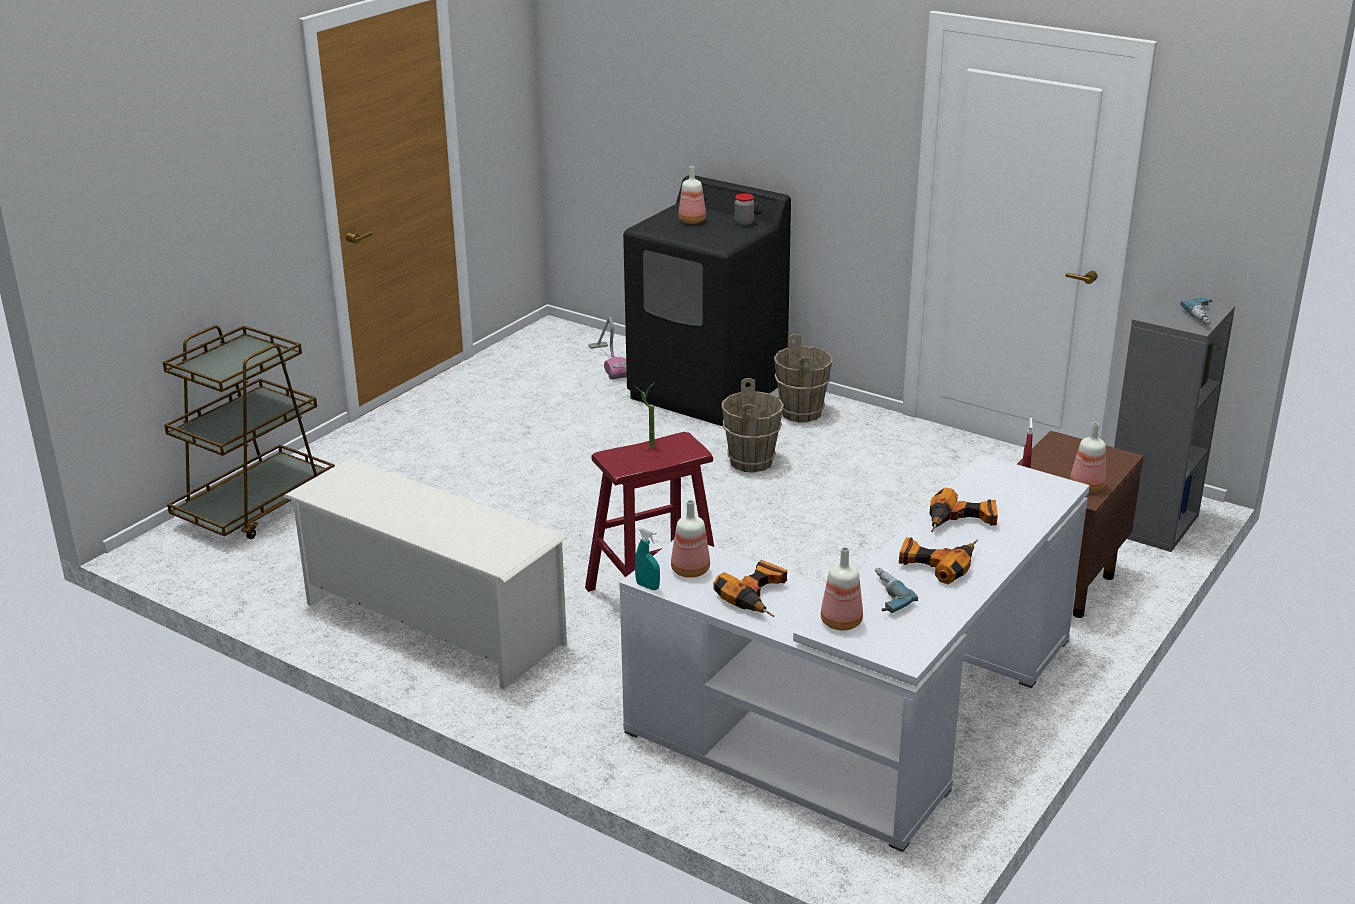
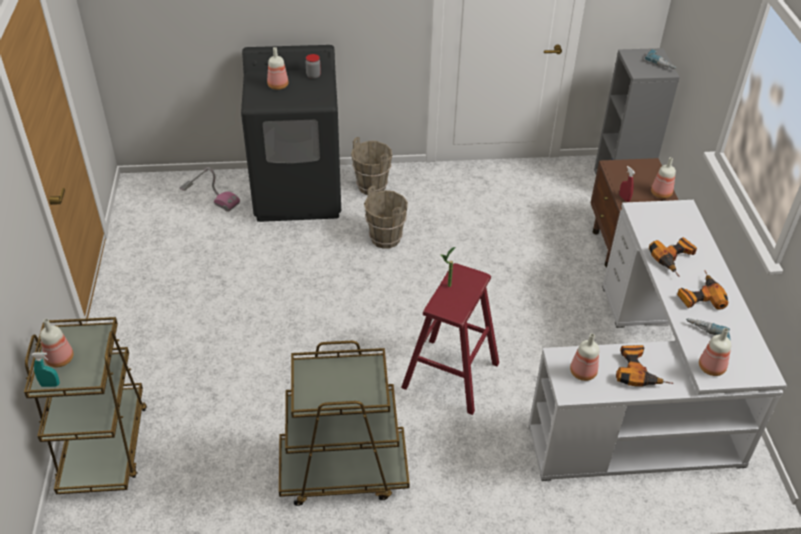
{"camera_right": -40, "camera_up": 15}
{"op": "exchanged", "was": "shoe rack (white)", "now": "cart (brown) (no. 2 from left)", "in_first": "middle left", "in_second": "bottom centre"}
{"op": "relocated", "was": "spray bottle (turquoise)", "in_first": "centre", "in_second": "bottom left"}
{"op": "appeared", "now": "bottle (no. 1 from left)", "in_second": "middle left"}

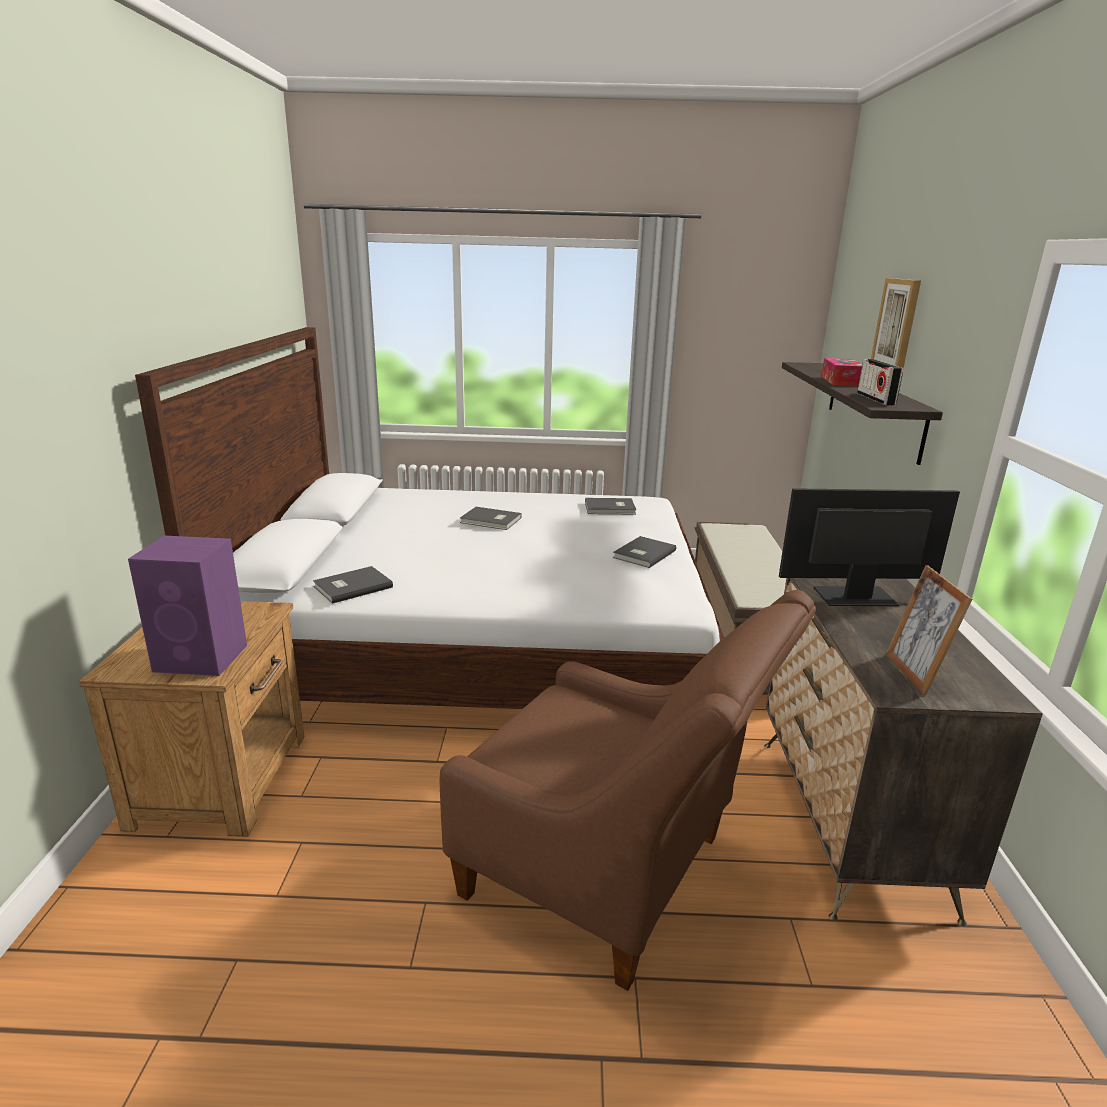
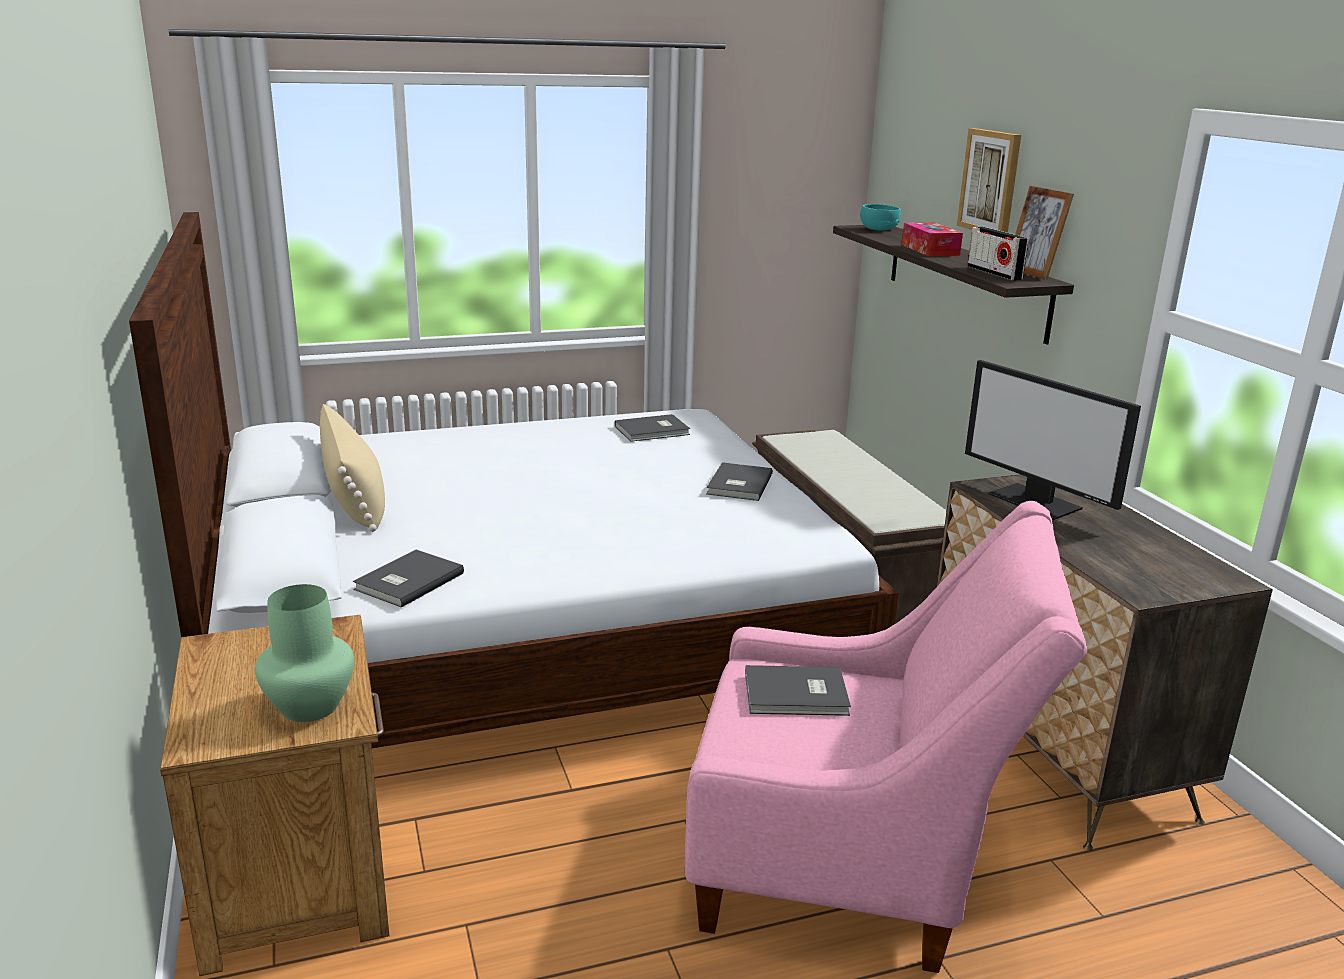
{"camera_right": -20, "camera_up": 0}
{"op": "exchanged", "was": "speaker (purple)", "now": "vase (green)", "in_first": "middle left", "in_second": "bottom left"}
{"op": "colour", "was": "armchair (brown)", "now": "armchair (pink)", "in_first": "bottom centre", "in_second": "bottom centre"}
{"op": "relocated", "was": "book (grey) (no. 2 from left in the first image)", "now": "book (grey) (no. 4 from left)", "in_first": "centre", "in_second": "bottom centre"}
{"op": "spun", "was": "monitor", "in_first": "middle right", "in_second": "middle right", "clockwise": -105}
{"op": "relocated", "was": "picture frame", "in_first": "middle right", "in_second": "top right"}
{"op": "appeared", "now": "pillow (beige)", "in_second": "middle left"}
{"op": "appeared", "now": "bowl (turquoise)", "in_second": "top centre"}

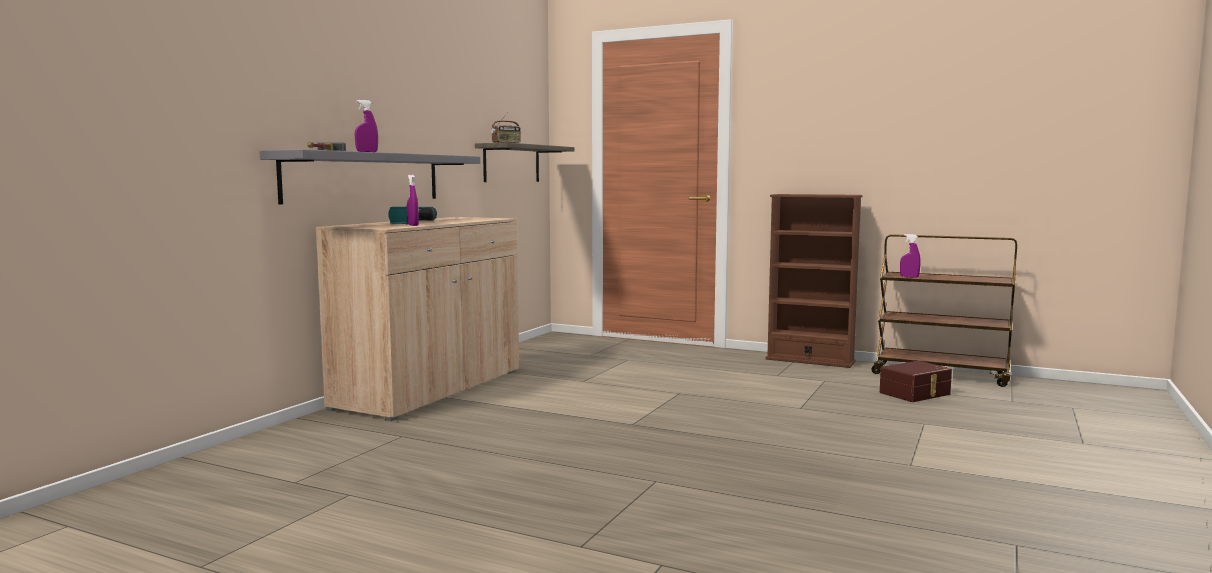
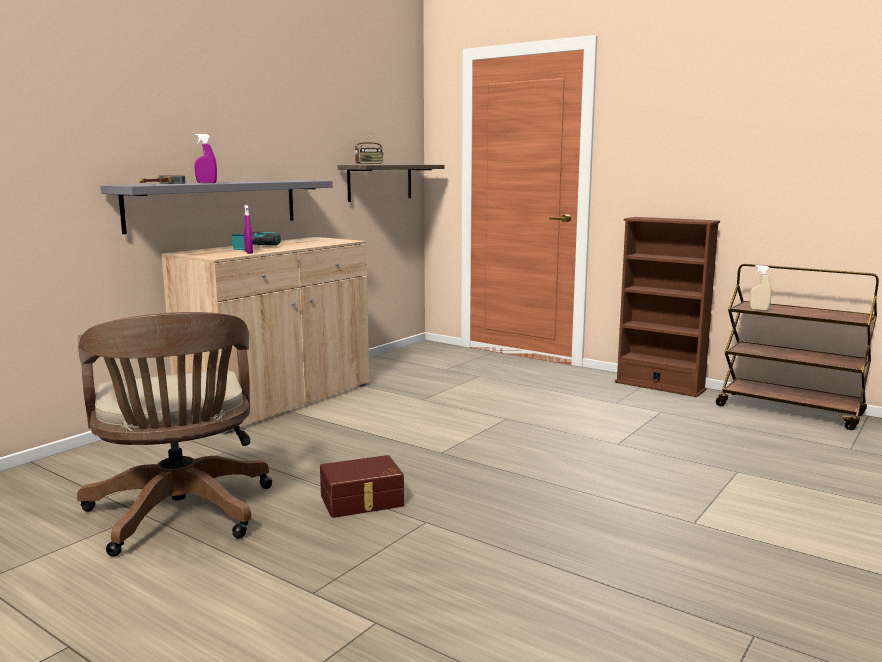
{"camera_right": 10, "camera_up": 5}
{"op": "relocated", "was": "storage box (brown)", "in_first": "middle right", "in_second": "bottom centre"}
{"op": "colour", "was": "spray bottle (purple) (no. 3 from left)", "now": "spray bottle (beige)", "in_first": "middle right", "in_second": "middle right"}
{"op": "appeared", "now": "office chair (brown)", "in_second": "middle left"}

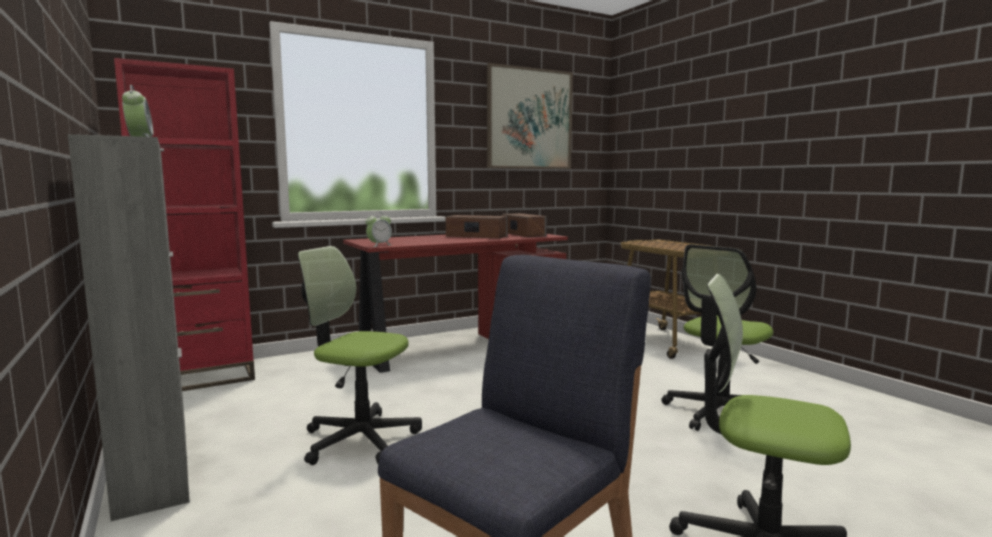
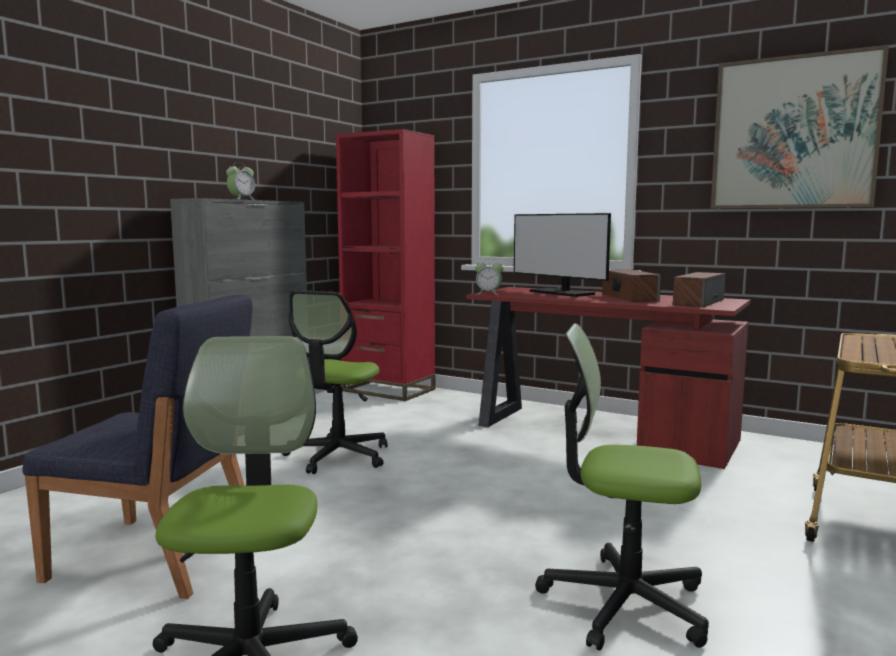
{"camera_right": 60, "camera_up": 0}
{"op": "spun", "was": "office chair (no. 1 from left in the first image)", "in_first": "centre", "in_second": "centre", "clockwise": -150}
{"op": "appeared", "now": "monitor", "in_second": "centre"}

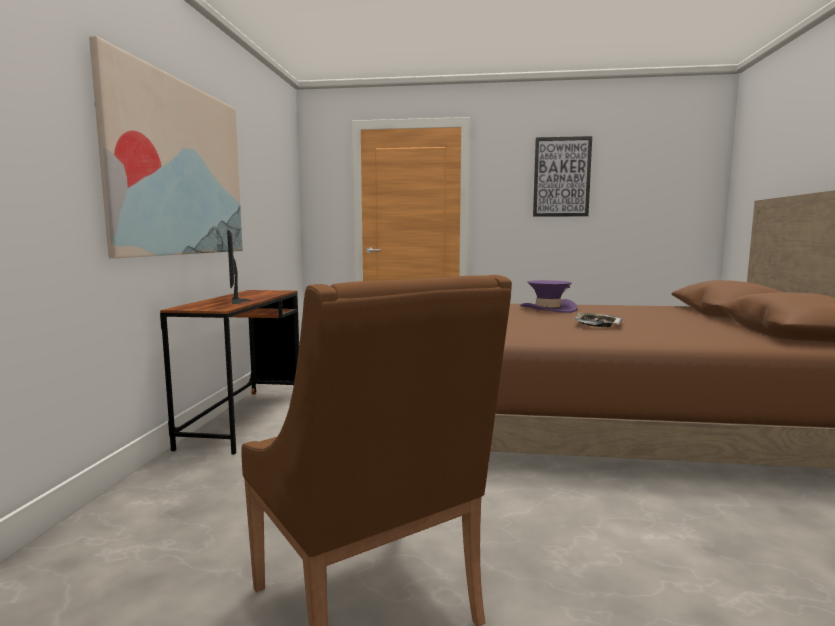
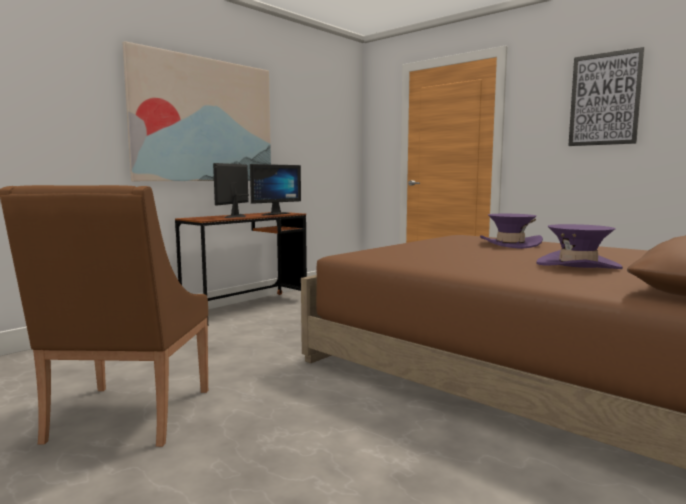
{"camera_right": 35, "camera_up": 0}
{"op": "missing", "was": "tray", "in_first": "middle right"}
{"op": "appeared", "now": "monitor (no. 2 from left)", "in_second": "centre"}
{"op": "appeared", "now": "hat (purple) (no. 2 from left)", "in_second": "middle right"}

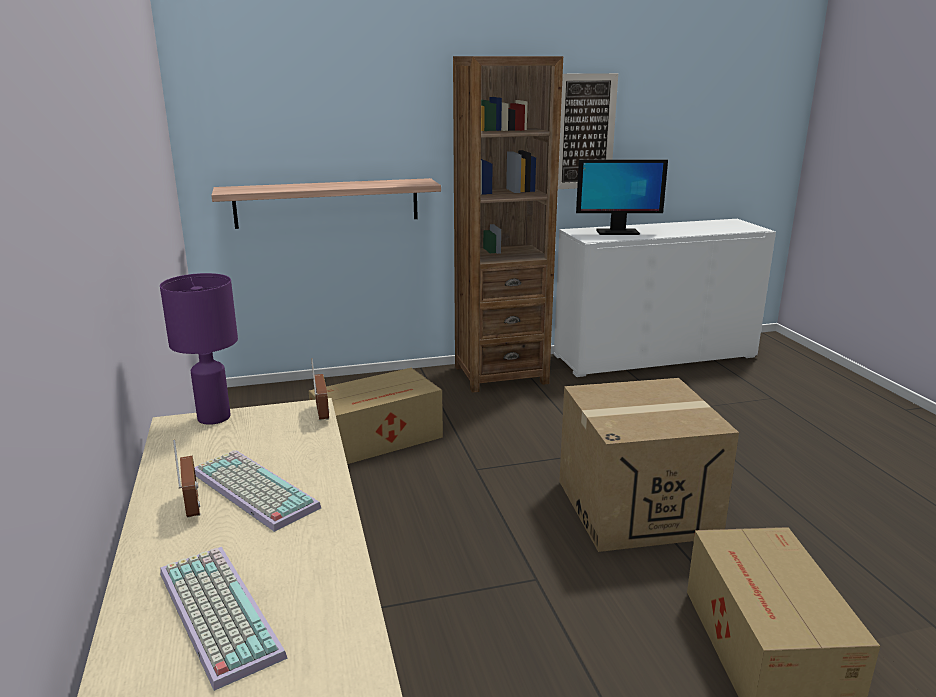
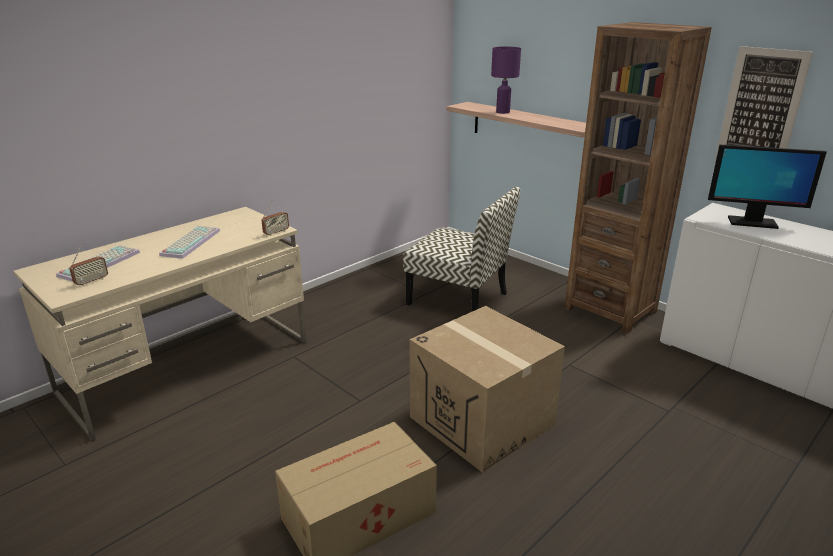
{"camera_right": 60, "camera_up": 5}
{"op": "relocated", "was": "table lamp (purple)", "in_first": "middle left", "in_second": "top centre"}
{"op": "relocated", "was": "radio (no. 1 from left)", "in_first": "bottom left", "in_second": "middle left"}
{"op": "exchanged", "was": "cardboard box (no. 1 from left)", "now": "chair", "in_first": "centre", "in_second": "centre"}
{"op": "spun", "was": "monitor", "in_first": "top centre", "in_second": "middle right", "clockwise": -45}

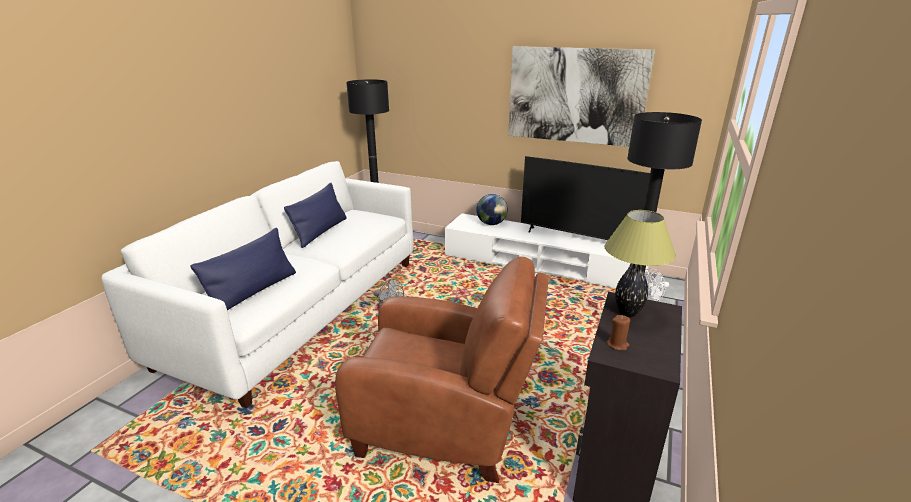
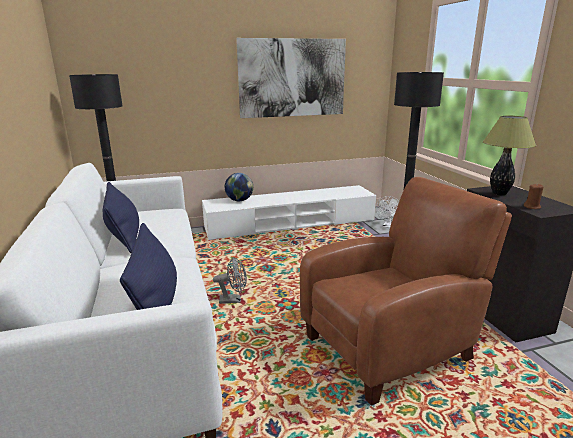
{"camera_right": -40, "camera_up": -5}
{"op": "missing", "was": "television", "in_first": "centre"}

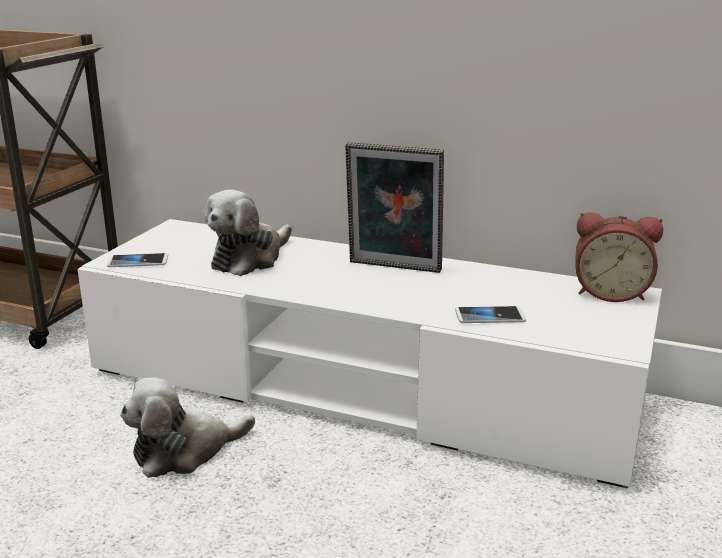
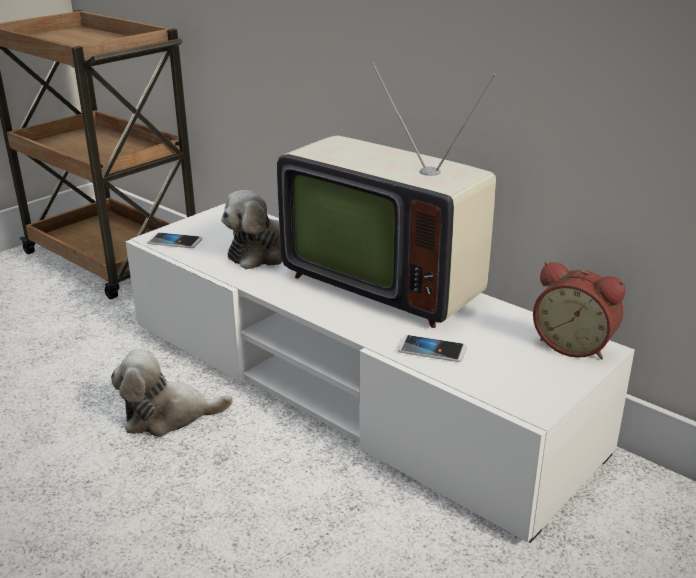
{"camera_right": 20, "camera_up": 5}
{"op": "exchanged", "was": "picture frame", "now": "television", "in_first": "centre", "in_second": "centre"}

